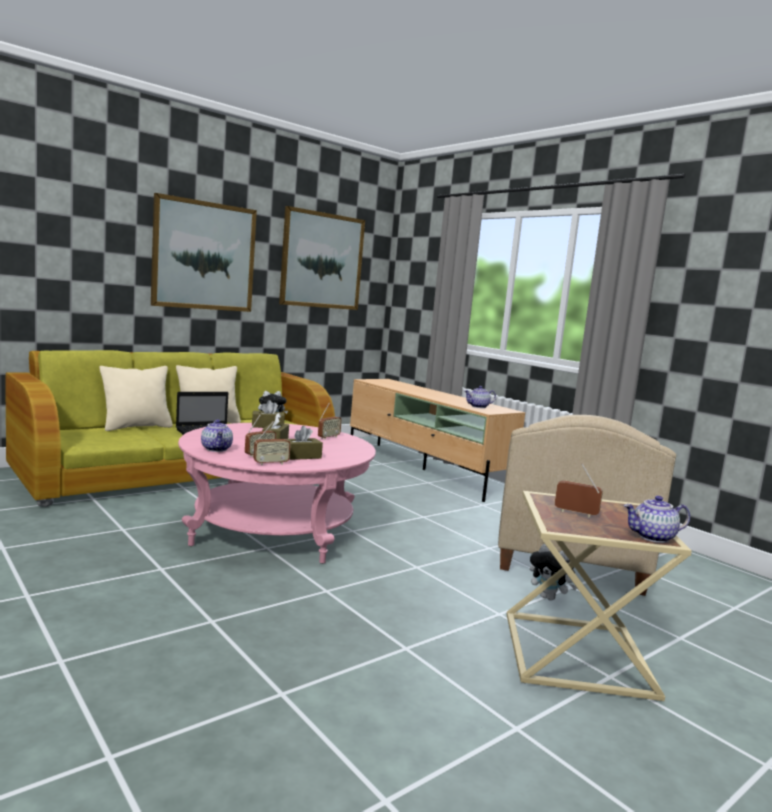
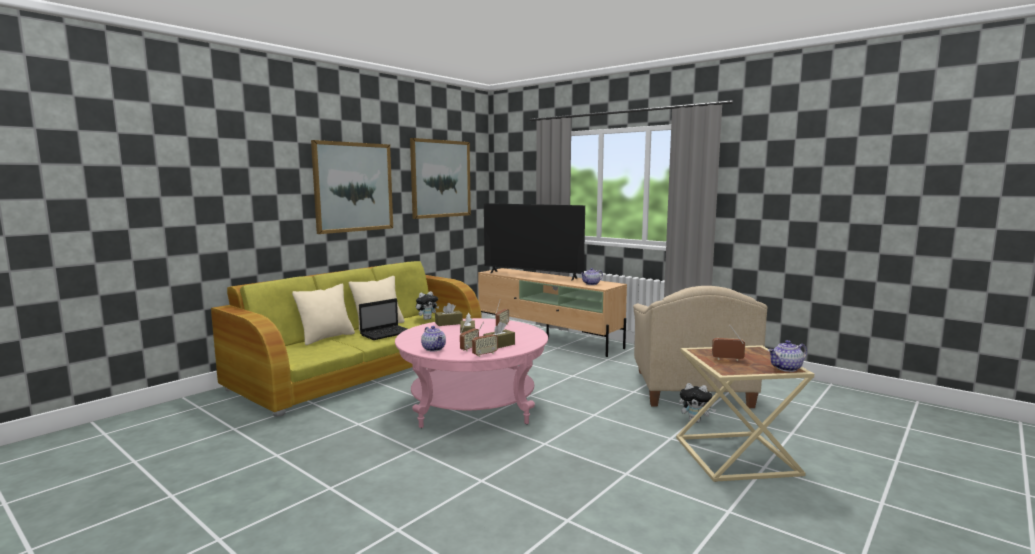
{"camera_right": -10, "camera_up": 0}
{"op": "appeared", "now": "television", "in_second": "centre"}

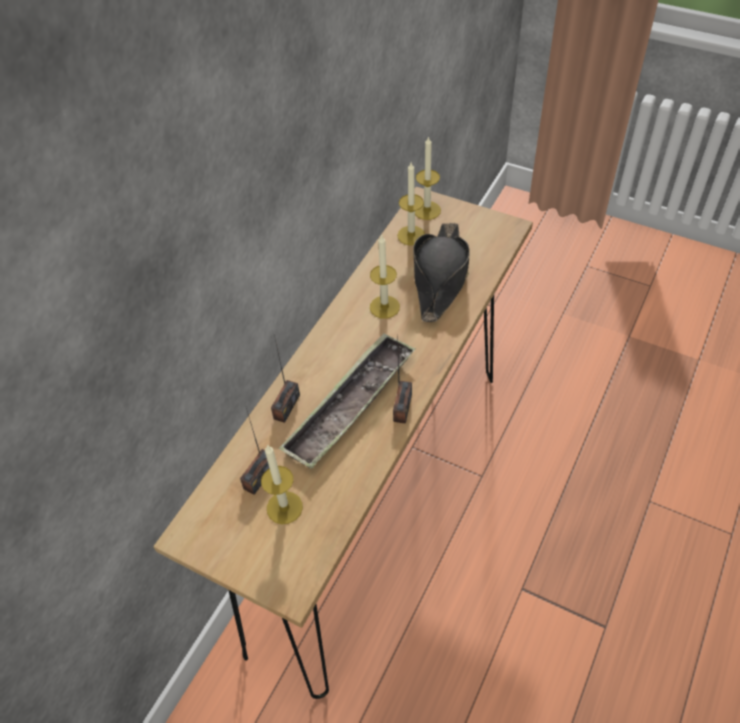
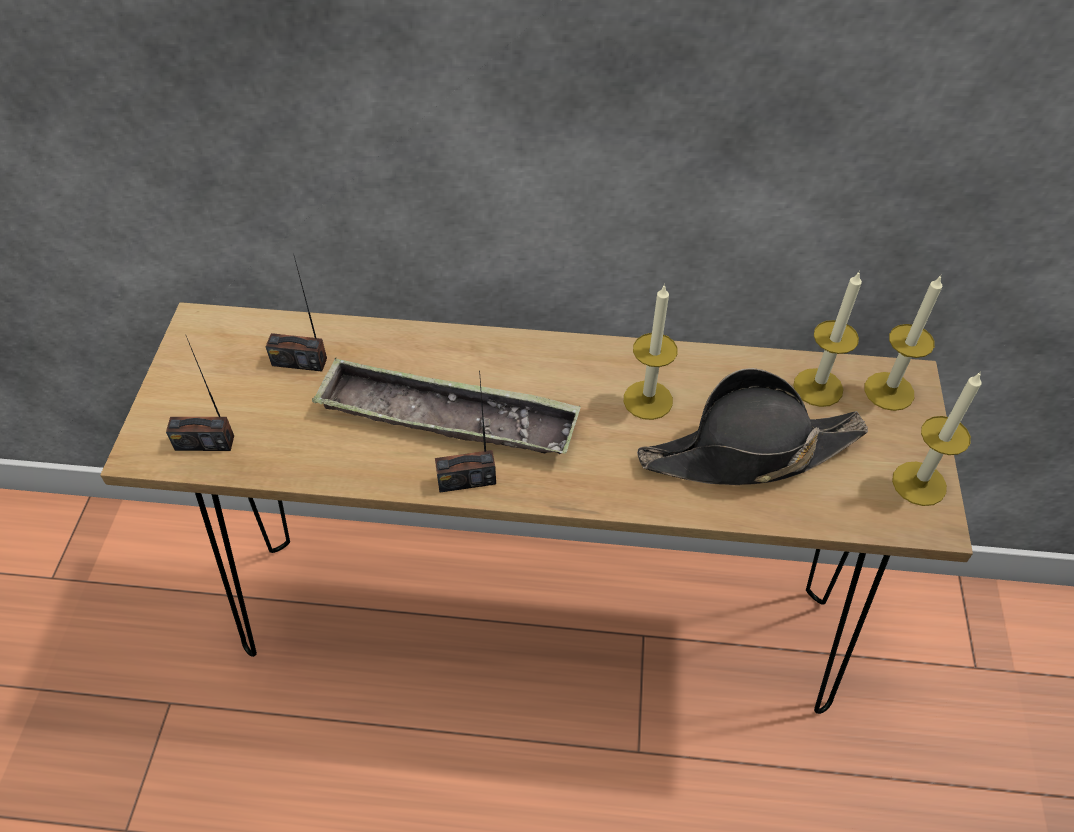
{"camera_right": 65, "camera_up": 0}
{"op": "relocated", "was": "candle (no. 1 from left in the first image)", "now": "candle (no. 4 from left)", "in_first": "bottom centre", "in_second": "middle right"}
{"op": "relocated", "was": "radio (no. 2 from left in the first image)", "now": "radio (no. 1 from left)", "in_first": "centre", "in_second": "middle left"}

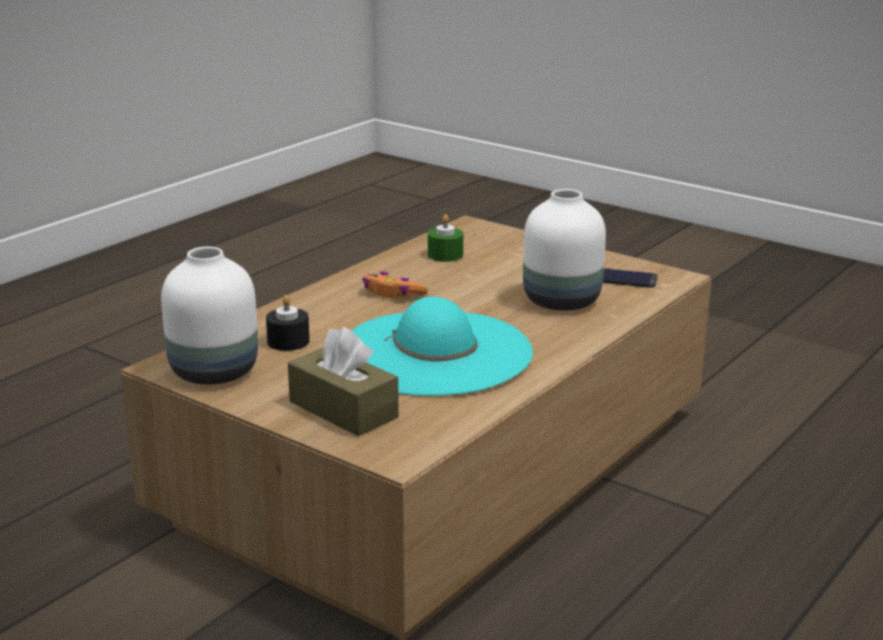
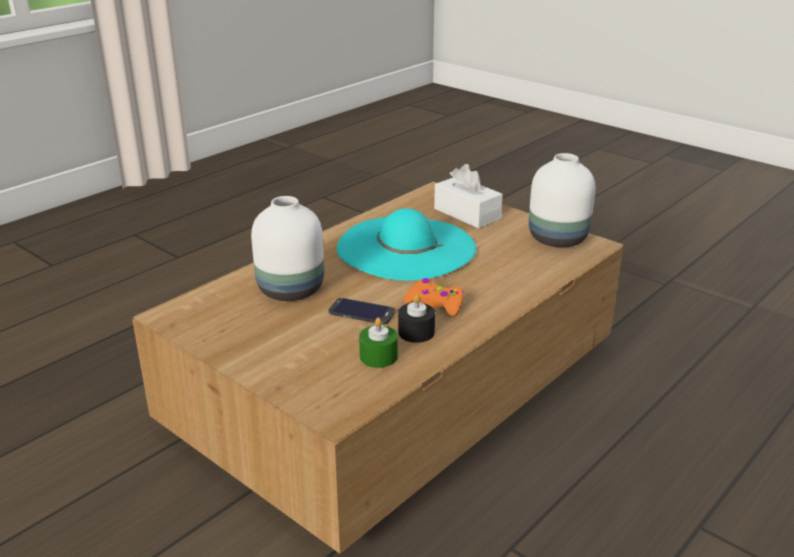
{"camera_right": -175, "camera_up": 5}
{"op": "relocated", "was": "candle (black)", "in_first": "middle left", "in_second": "centre"}
{"op": "colour", "was": "tissue box (brown)", "now": "tissue box (white)", "in_first": "centre", "in_second": "centre"}
{"op": "relocated", "was": "phone", "in_first": "middle right", "in_second": "centre"}

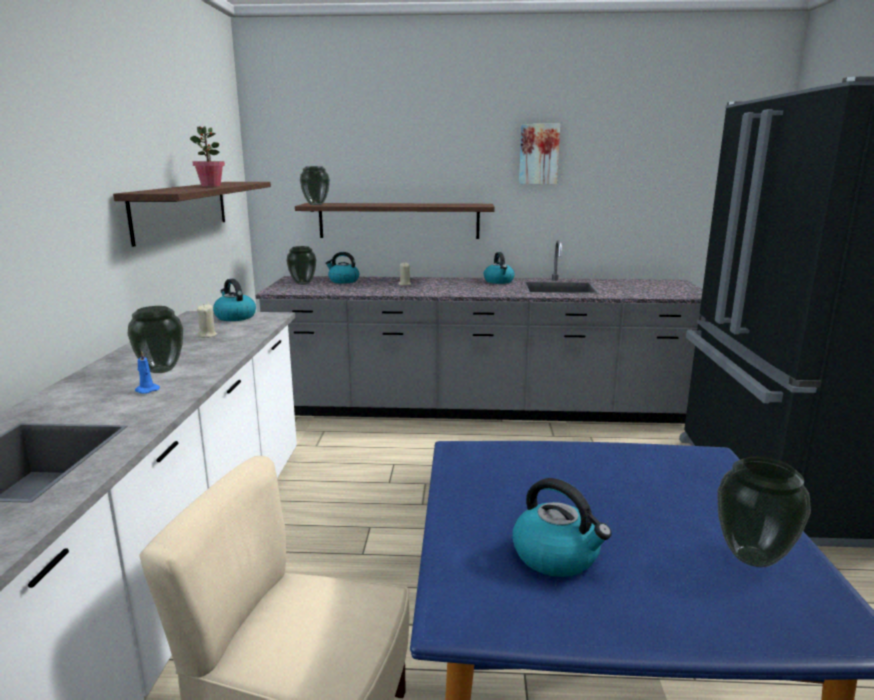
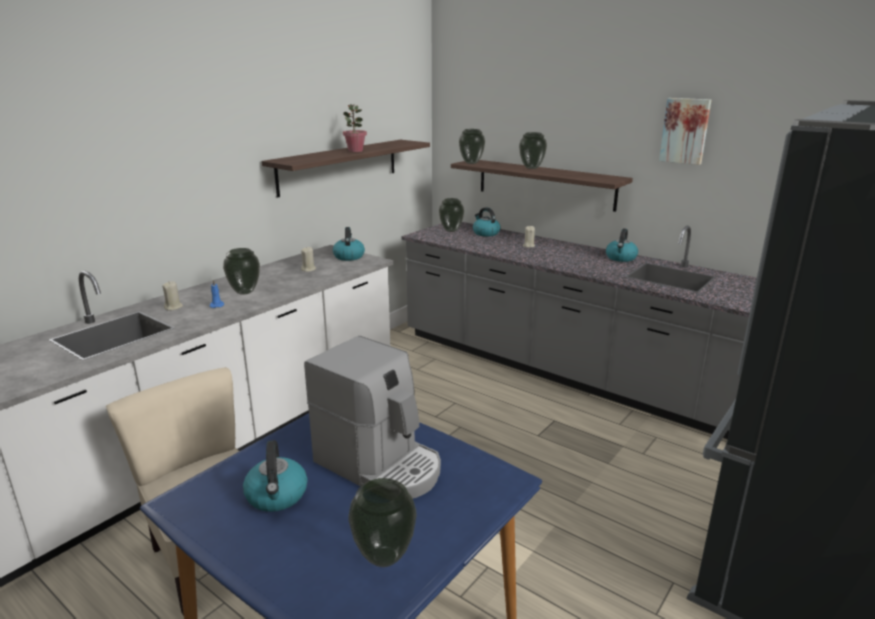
{"camera_right": 35, "camera_up": 5}
{"op": "appeared", "now": "candle (beige) (no. 1 from left)", "in_second": "middle left"}
{"op": "appeared", "now": "coffee machine", "in_second": "bottom centre"}
{"op": "appeared", "now": "vase (no. 5 from left)", "in_second": "top centre"}

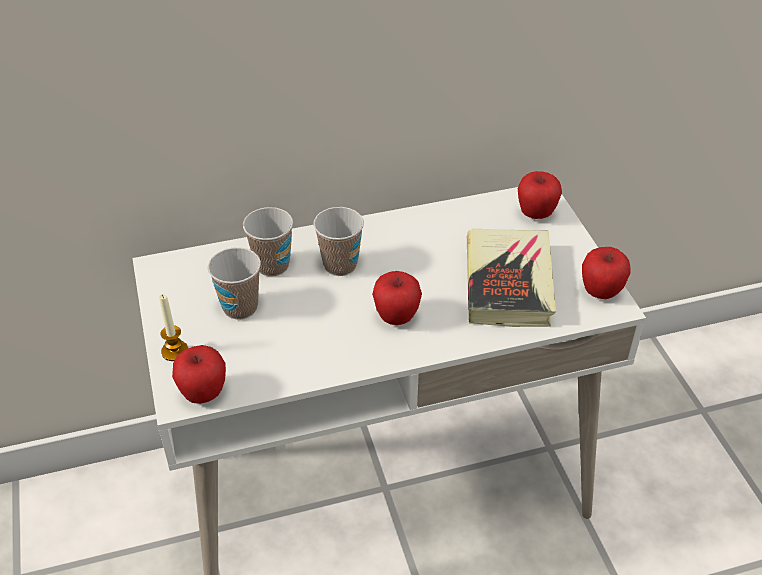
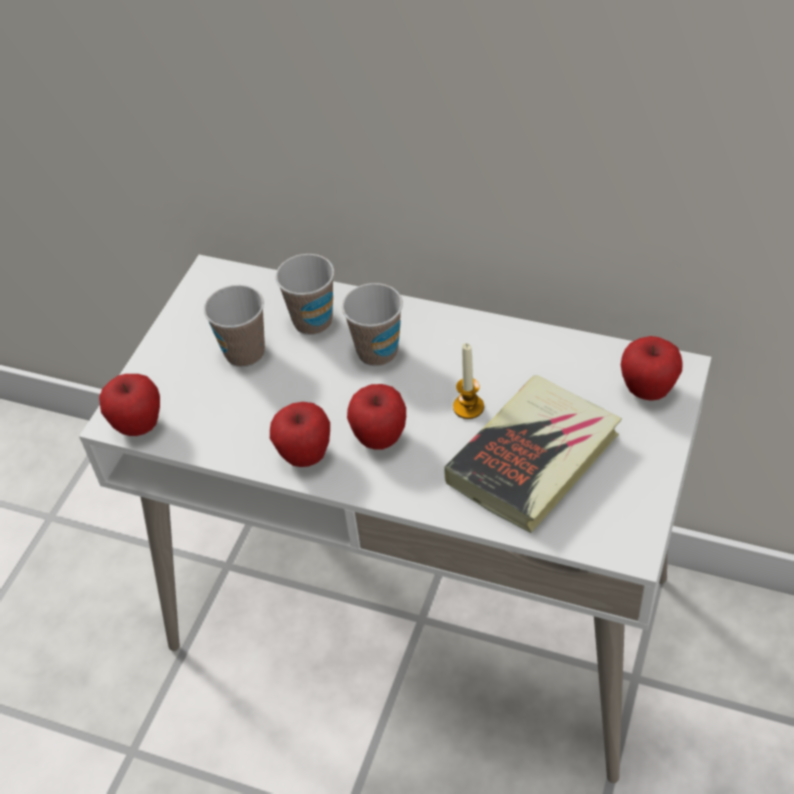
{"camera_right": 40, "camera_up": 5}
{"op": "relocated", "was": "candle", "in_first": "middle left", "in_second": "centre"}
{"op": "relocated", "was": "apple (no. 4 from left in the first image)", "now": "apple (no. 2 from left)", "in_first": "middle right", "in_second": "centre"}

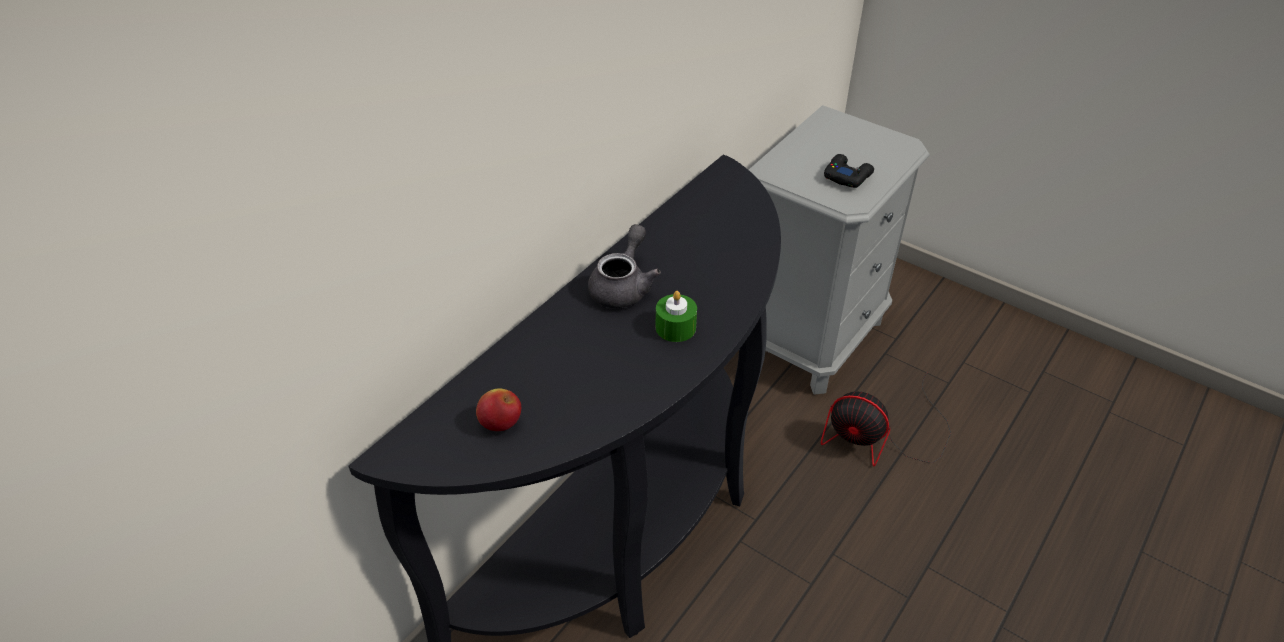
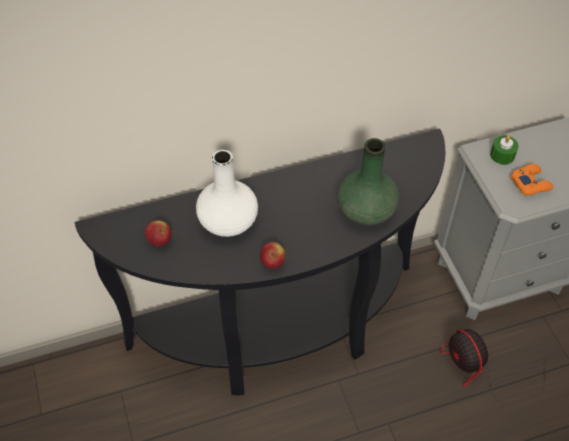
{"camera_right": 35, "camera_up": 10}
{"op": "missing", "was": "teapot (grey)", "in_first": "centre"}
{"op": "relocated", "was": "candle (green)", "in_first": "centre", "in_second": "middle right"}
{"op": "colour", "was": "game controller (black)", "now": "game controller (orange)", "in_first": "top centre", "in_second": "middle right"}
{"op": "appeared", "now": "vase (white)", "in_second": "centre"}
{"op": "appeared", "now": "apple (no. 2 from left)", "in_second": "centre"}
{"op": "appeared", "now": "vase (green)", "in_second": "centre"}

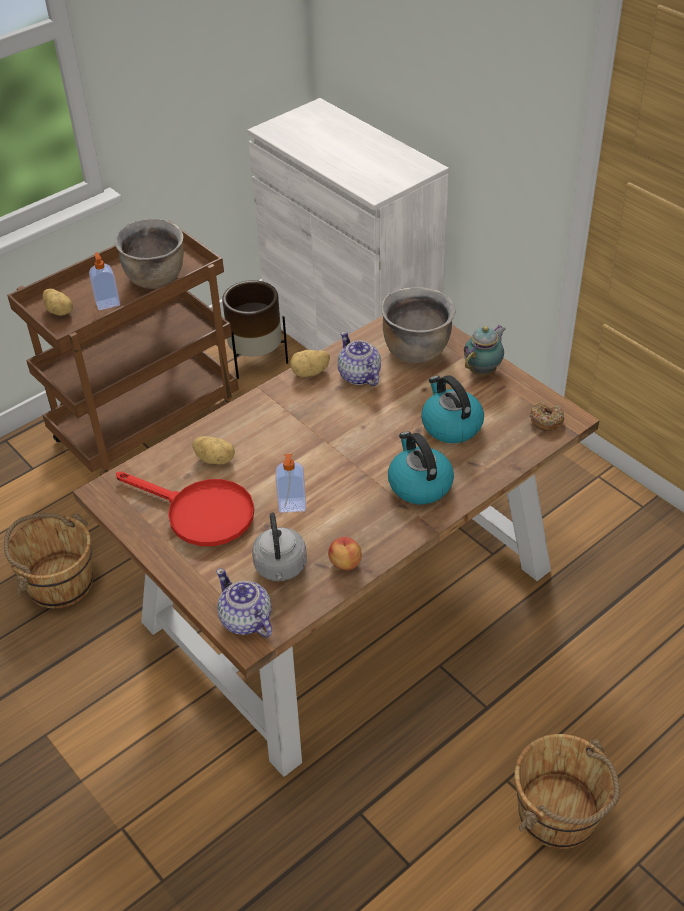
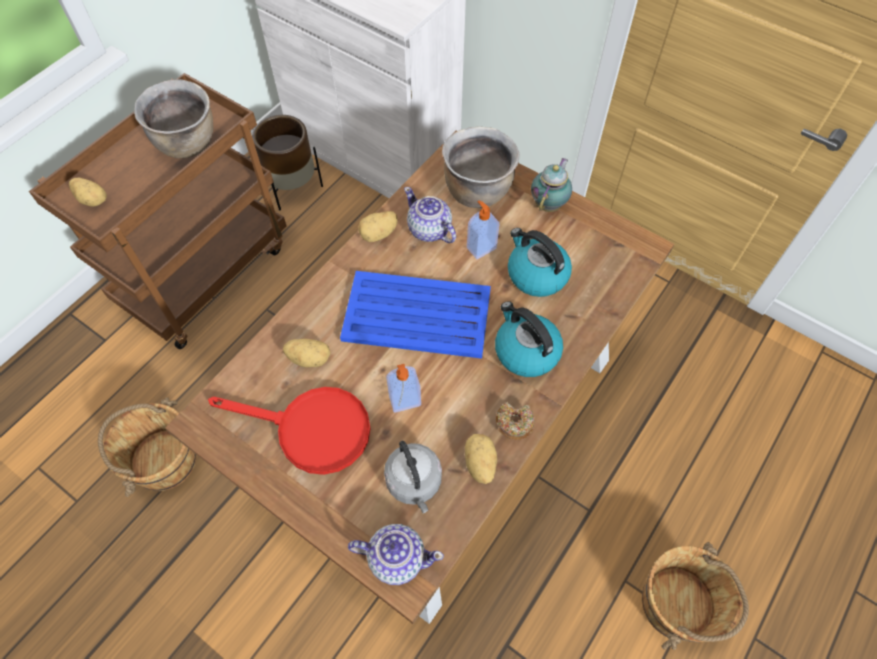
{"camera_right": -15, "camera_up": 15}
{"op": "relocated", "was": "soap dispenser (no. 1 from left in the first image)", "now": "soap dispenser (no. 2 from left)", "in_first": "top left", "in_second": "centre"}
{"op": "spun", "was": "teapot (no. 1 from left)", "in_first": "centre", "in_second": "bottom centre", "clockwise": 150}
{"op": "exchanged", "was": "apple", "now": "potato (no. 4 from left)", "in_first": "centre", "in_second": "bottom centre"}
{"op": "relocated", "was": "donut", "in_first": "middle right", "in_second": "centre"}
{"op": "appeared", "now": "tray (blue)", "in_second": "centre"}

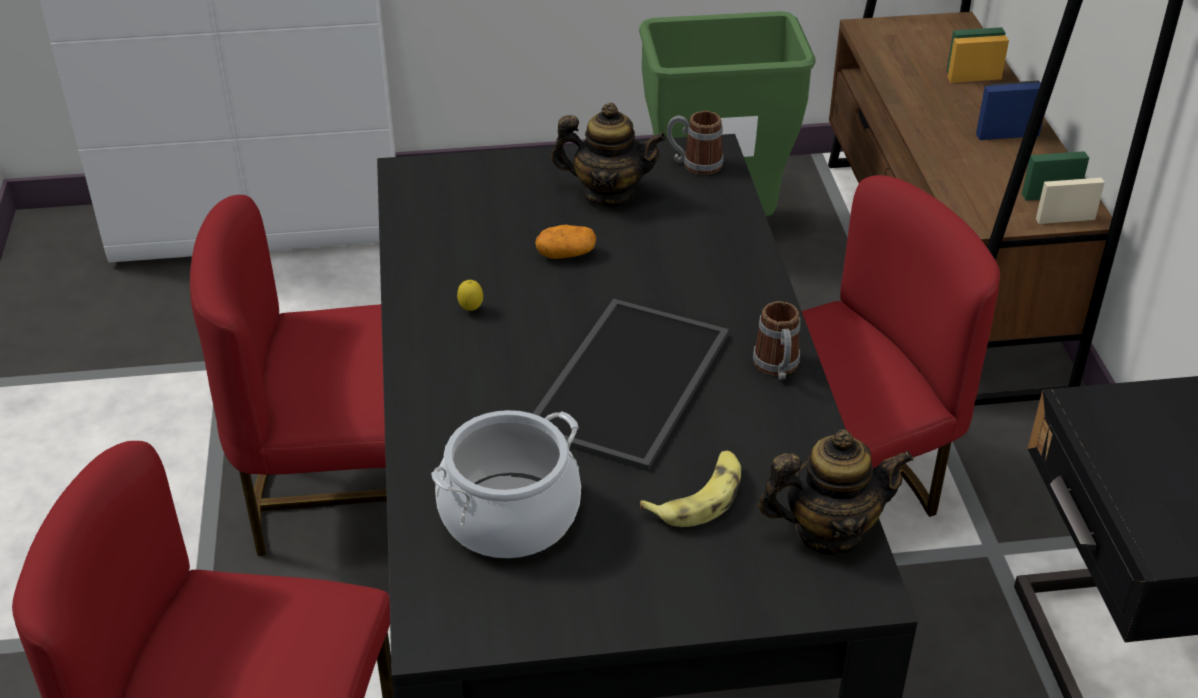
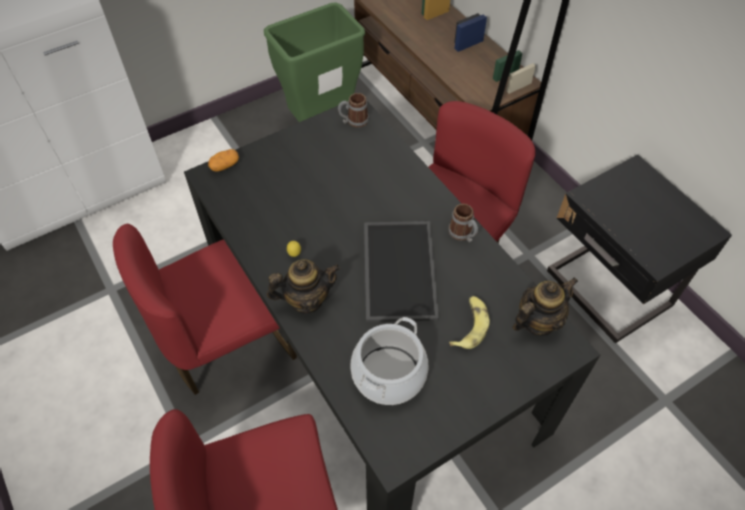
{"camera_right": -25, "camera_up": 15}
{"op": "relocated", "was": "potato", "in_first": "centre", "in_second": "top left"}
{"op": "relocated", "was": "teapot (no. 1 from left)", "in_first": "top centre", "in_second": "centre"}

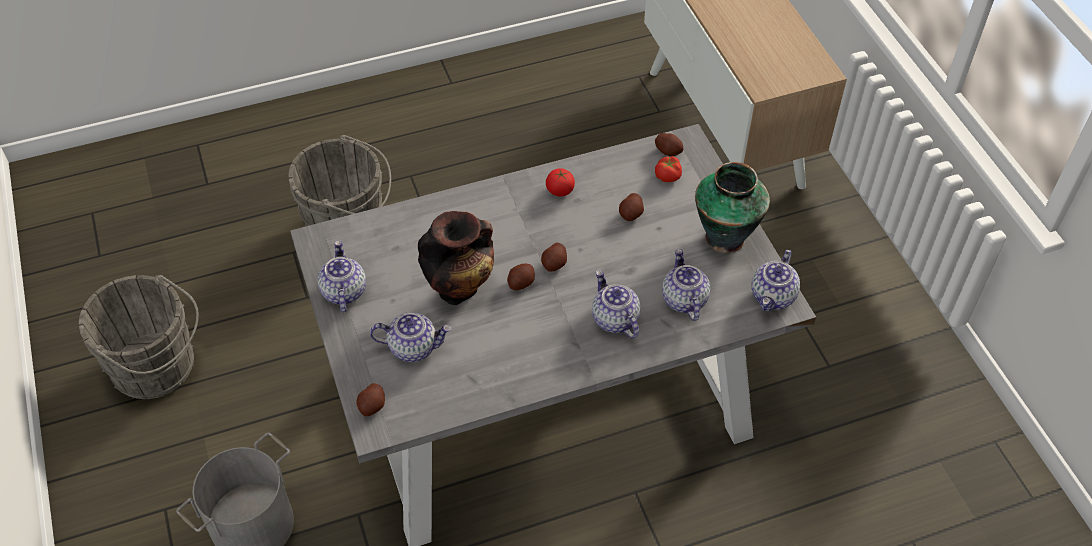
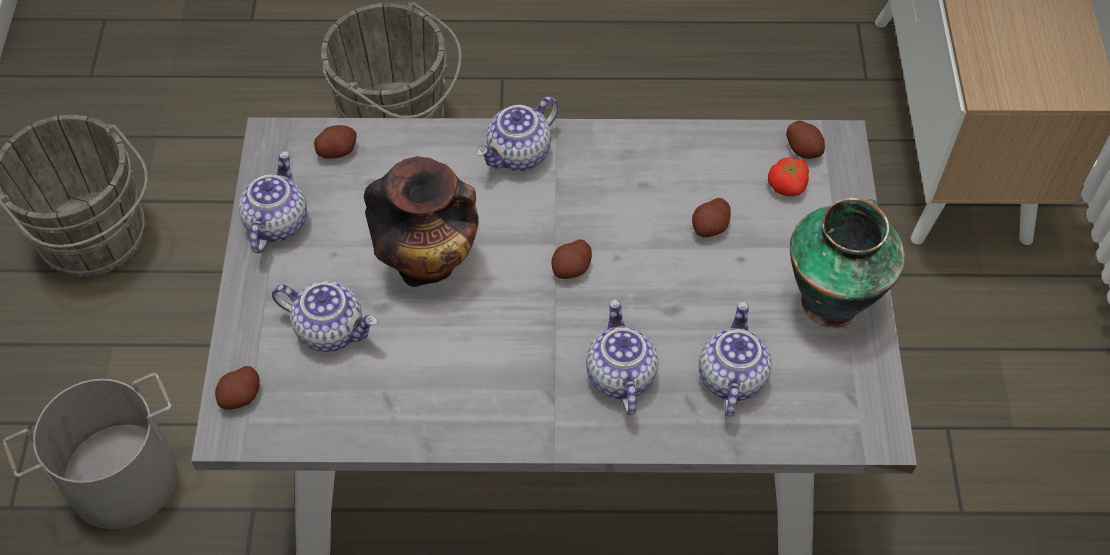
{"camera_right": 20, "camera_up": 5}
{"op": "relocated", "was": "potato (no. 2 from left)", "in_first": "centre", "in_second": "top left"}
{"op": "missing", "was": "tomato (no. 1 from left)", "in_first": "centre"}
{"op": "relocated", "was": "teapot (no. 5 from left in the first image)", "now": "teapot (no. 3 from left)", "in_first": "middle right", "in_second": "top centre"}

